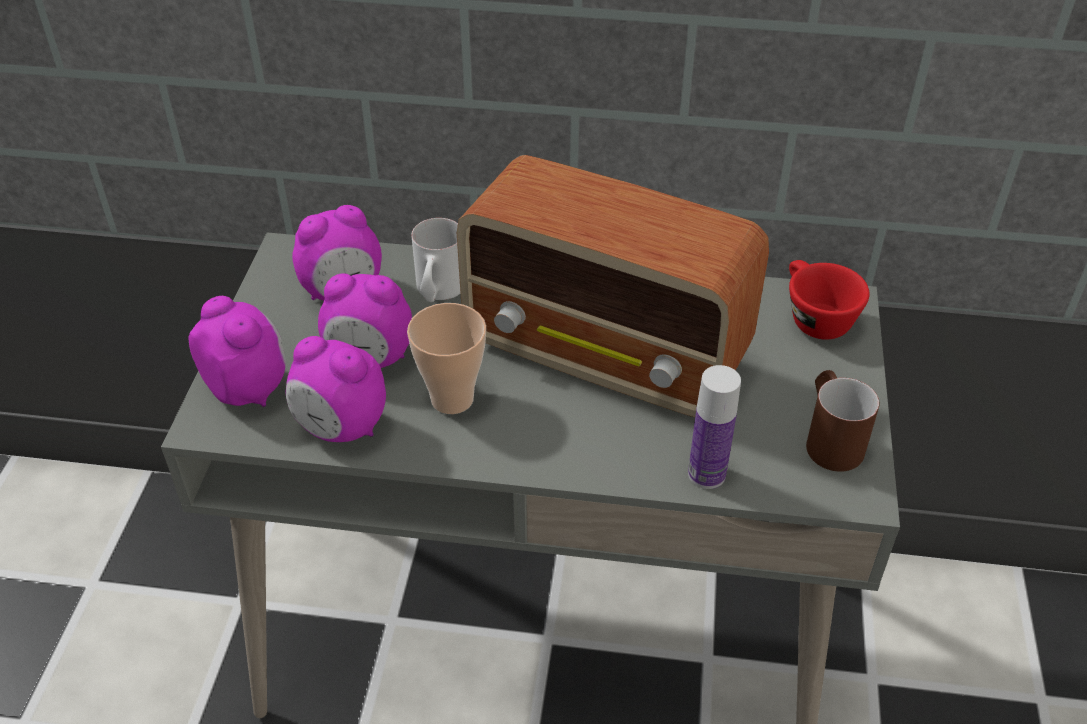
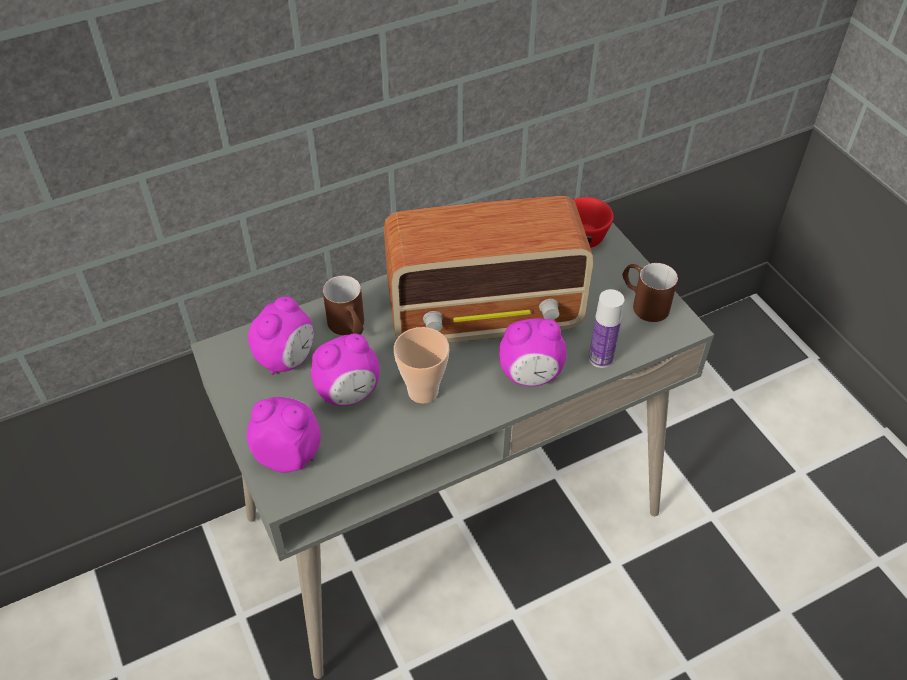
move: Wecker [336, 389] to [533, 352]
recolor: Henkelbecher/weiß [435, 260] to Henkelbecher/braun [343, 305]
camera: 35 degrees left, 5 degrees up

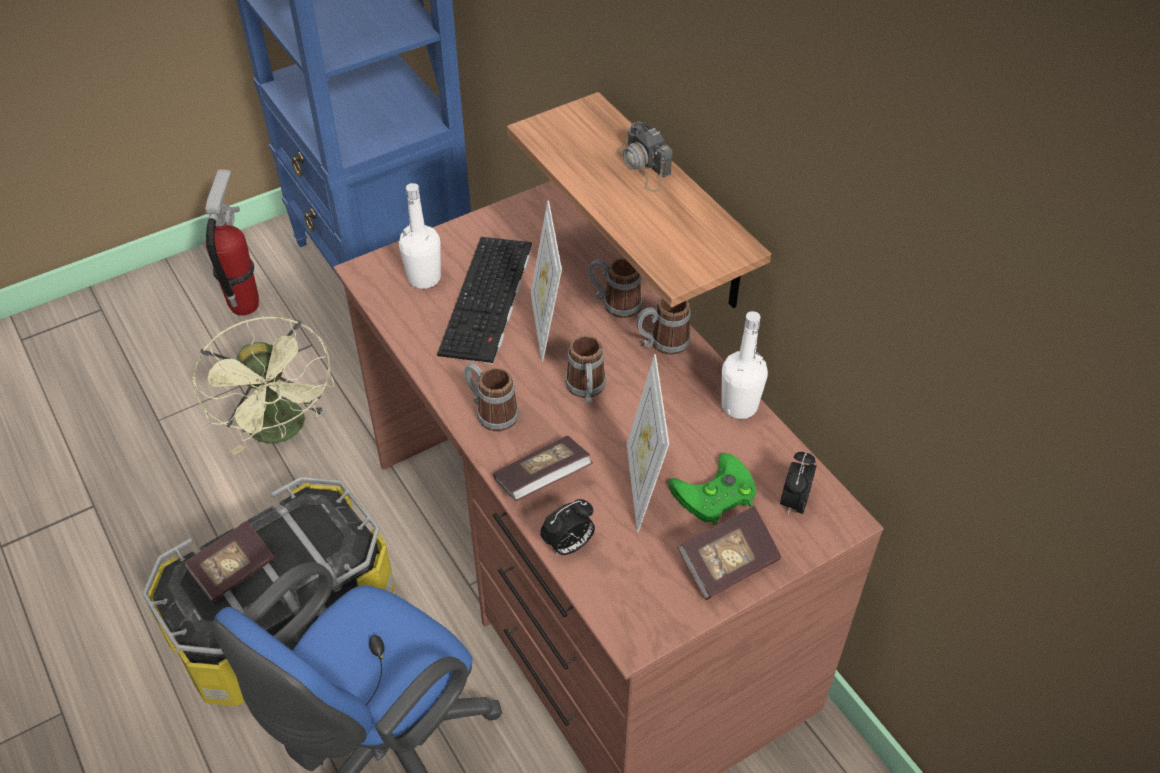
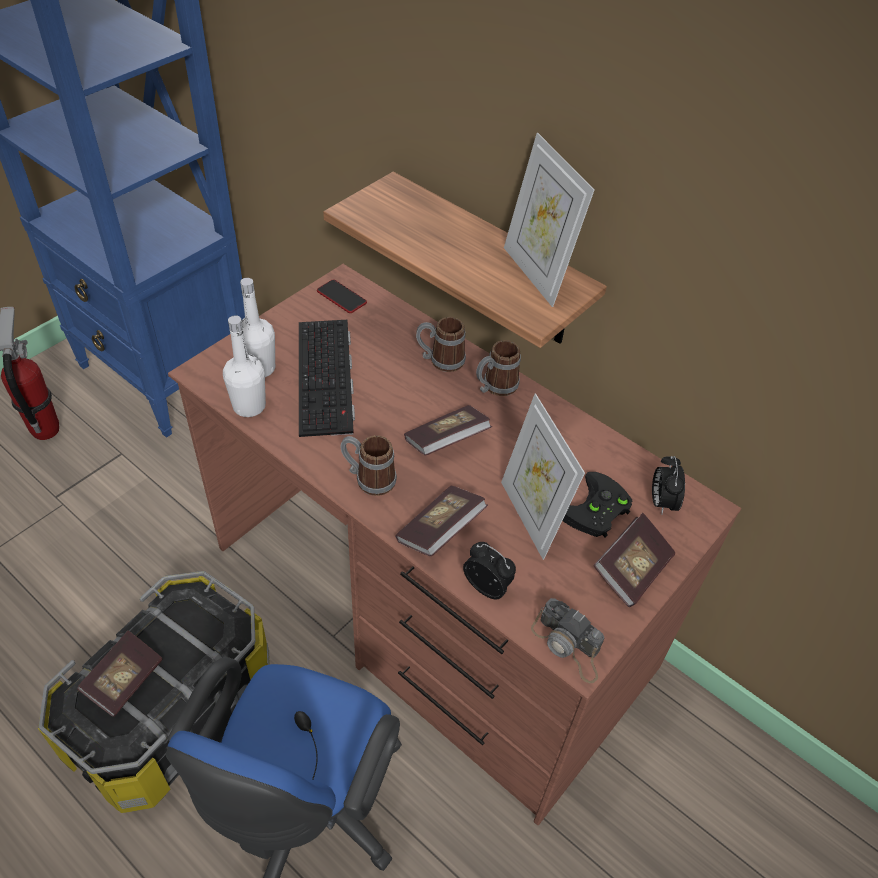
delete: Ventilator/grün [263, 386]
insert: Handy [342, 296]
move: Flasche/weiß [744, 365] to [244, 366]; Bilderrahmen [546, 281] to [549, 220]; Kamera [644, 156] to [568, 640]
replace: Henkelbecher [585, 369] to Buch [448, 430]
recolor: Gamepad/grün [712, 489] to Gamepad/schwarz [597, 505]
rotate: Wecker [567, 527] = [489, 570] 90 degrees counterclockwise
camera: 20 degrees left, 0 degrees up

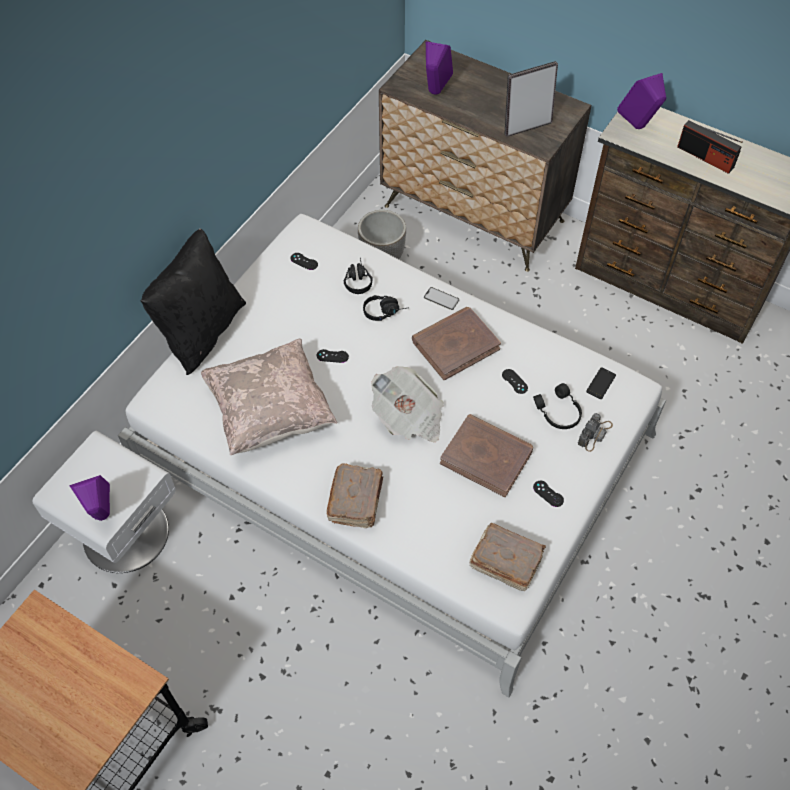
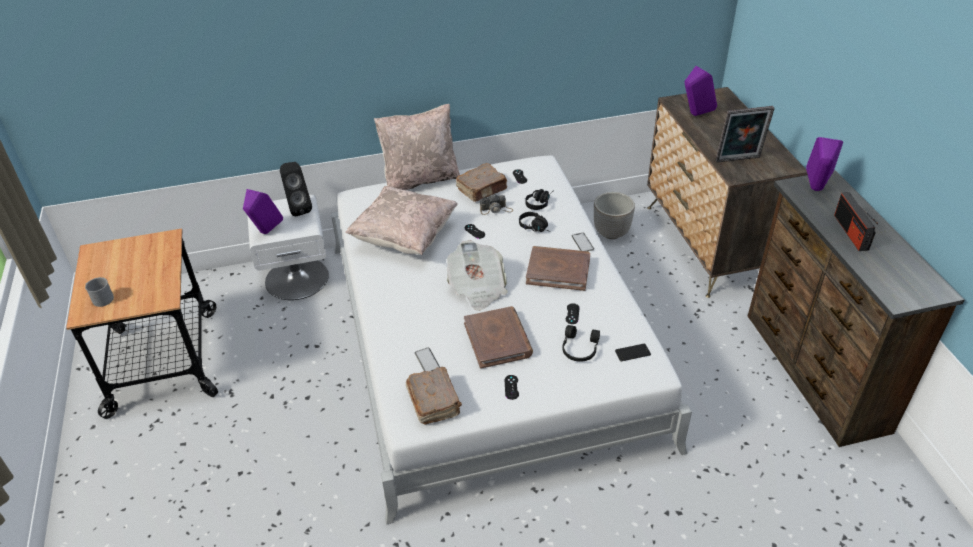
insert: Henkelbecher/grau [99, 292]; Lautsprecher/schwarz [296, 189]; Handy [427, 359]
move: Buch/braun [354, 495] to [481, 182]; Kamera [595, 432] to [496, 204]
recolor: Kissen/schwarz [193, 301] to Kissen/beige [417, 147]
rotate: Bilderrahmen [531, 99] = [745, 134] 150 degrees clockwise
camera: 45 degrees right, 15 degrees down

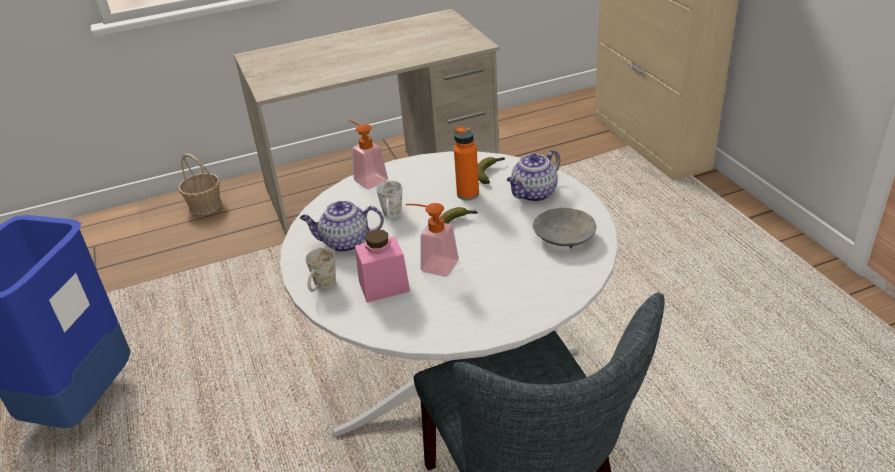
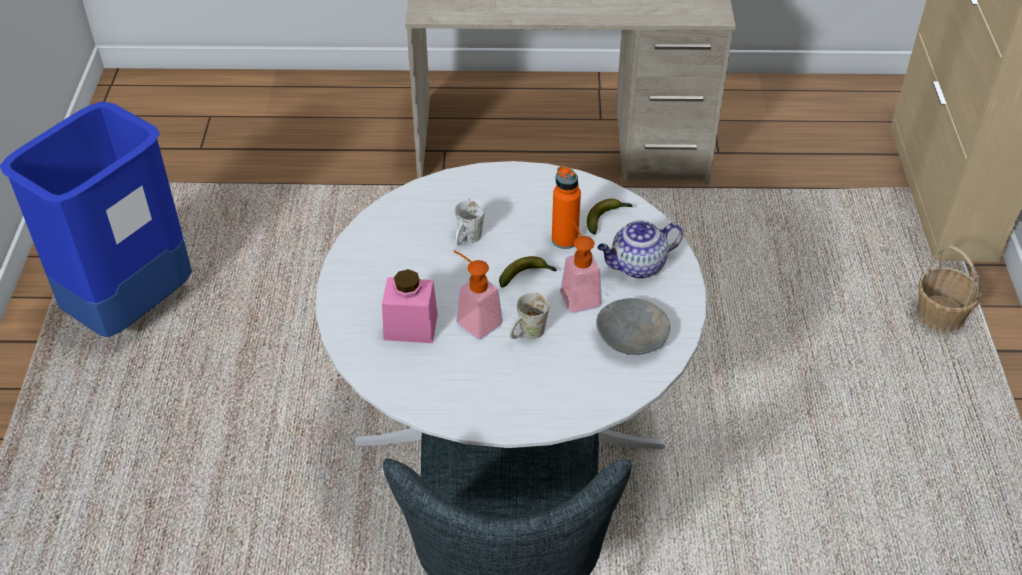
delete: Teekanne [342, 226]
move: Henkelbecher/weiß [321, 270] to [530, 315]; Seifenspender [368, 154] to [581, 267]; Korb [200, 184] to [948, 288]
camera: 20 degrees right, 10 degrees up

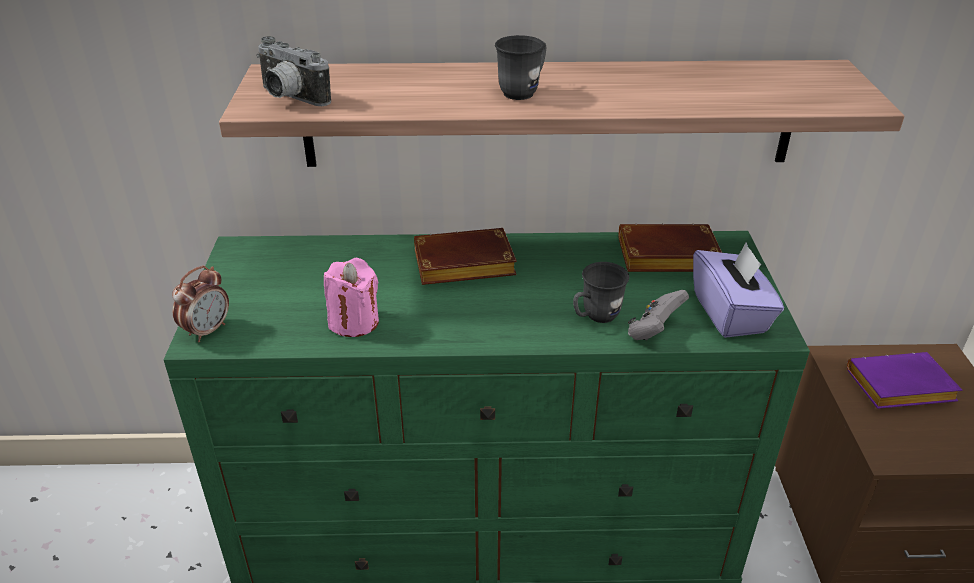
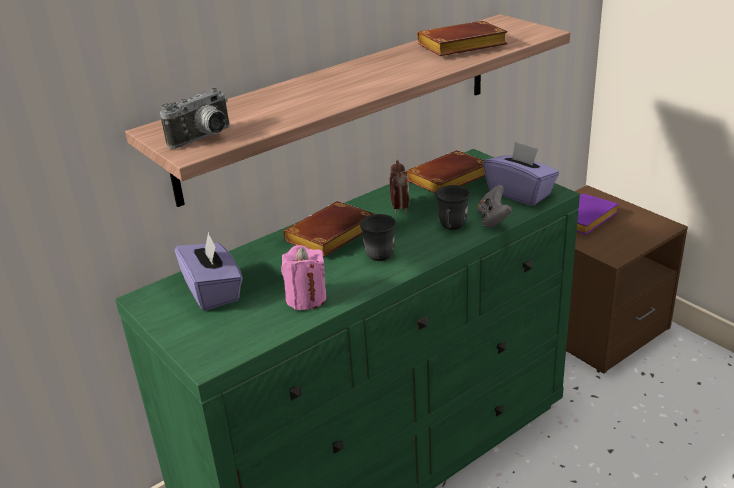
insert: Taschentuchbox/lila [209, 271]; Buch/braun [462, 38]
move: Henkelbecher/grau [520, 67] to [378, 237]; Wecker [200, 304] to [399, 186]
rotate: Kamera [294, 71] = [195, 118] 45 degrees counterclockwise
camera: 35 degrees left, 5 degrees down

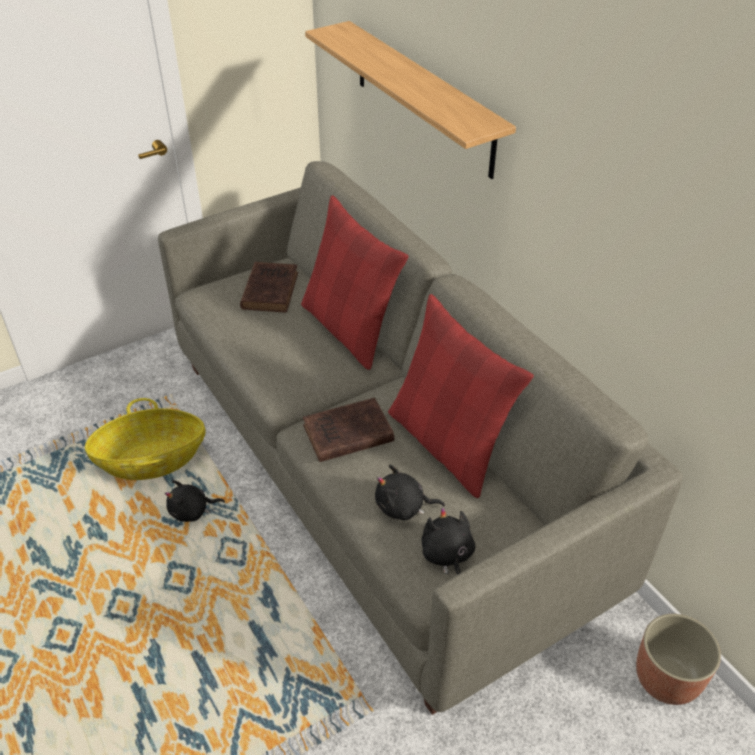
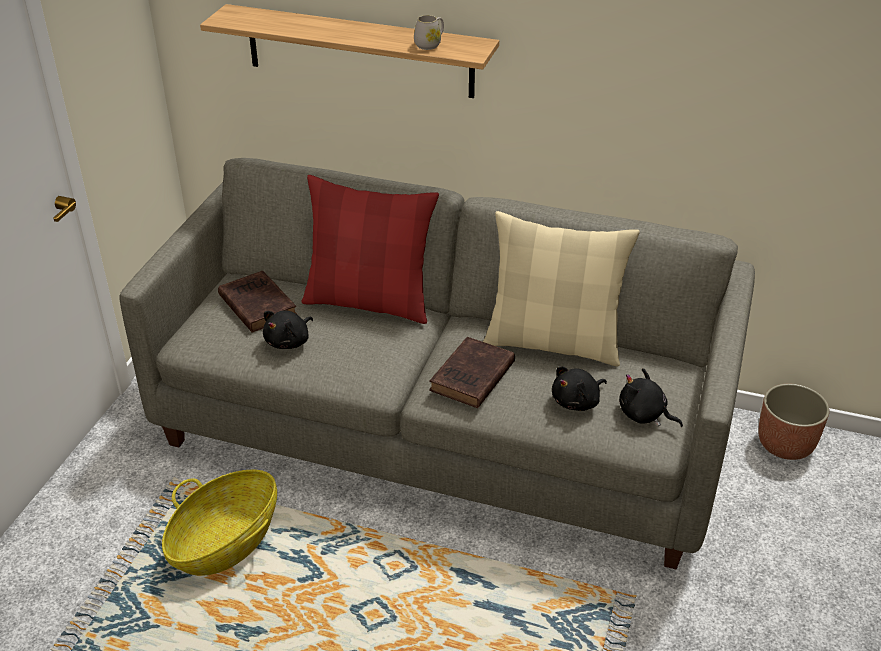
insert: Henkelbecher/weiß [429, 32]
move: Plüschtier/schwarz [195, 501] to [288, 329]
recolor: Kissen/rot [461, 396] to Kissen/beige [561, 288]
camera: 40 degrees left, 5 degrees down

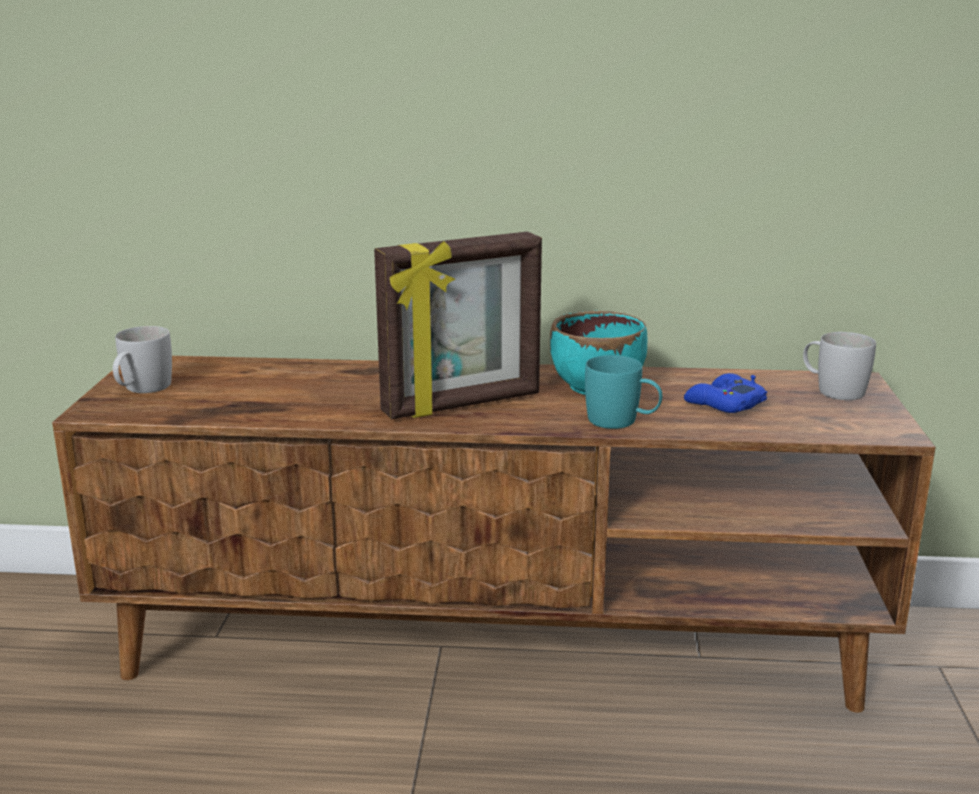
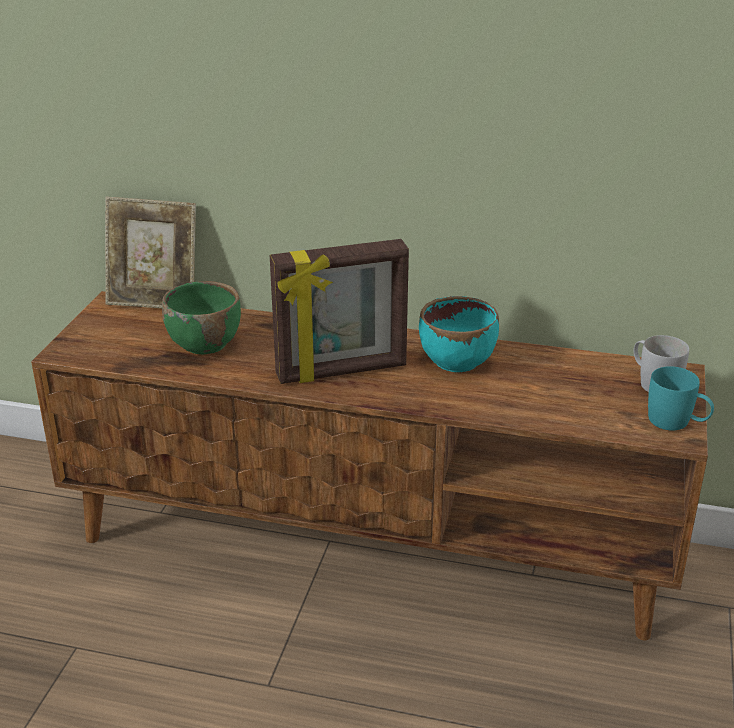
delete: Henkelbecher/weiß [142, 359]; Gamepad/blau [725, 393]
insert: Bilderrahmen [150, 252]; Schüssel/grün [201, 317]
move: Henkelbecher/türkis [624, 392] to [681, 398]
camera: 10 degrees right, 10 degrees up

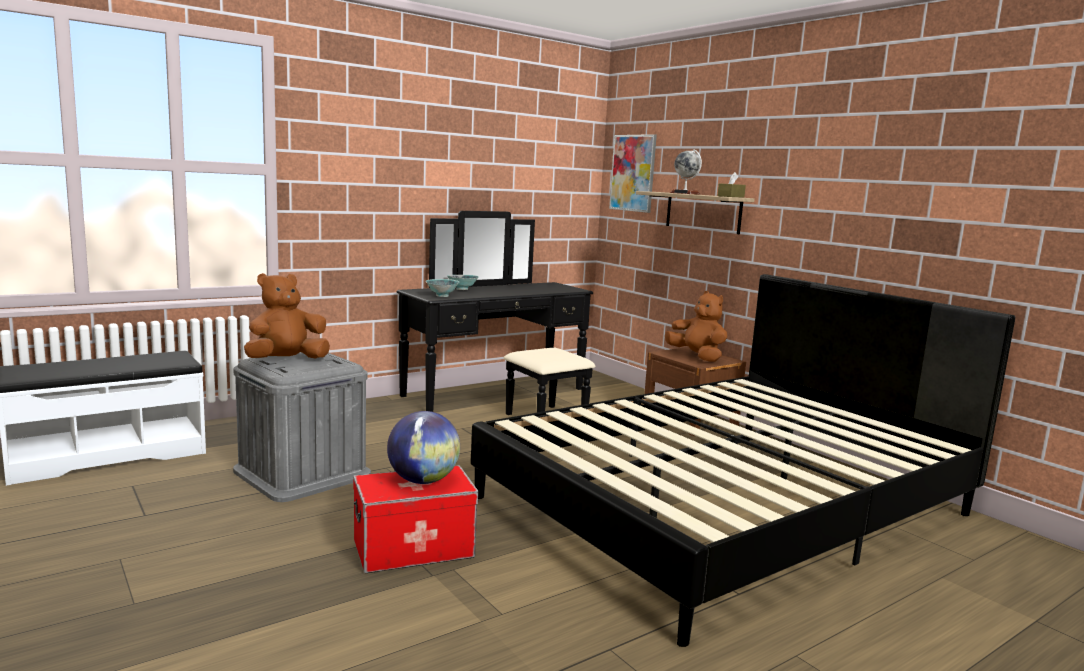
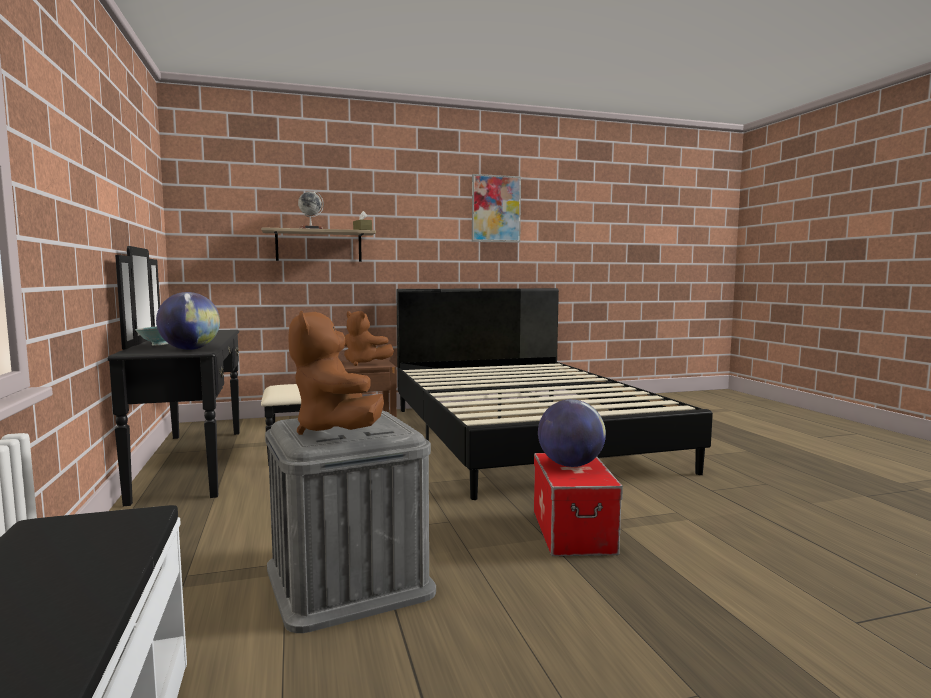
move: Bild [633, 173] to [496, 208]
replace: Schüssel [442, 288] to Globus [188, 321]
rotate: Plüschtier/braun [696, 326] = [369, 338] 135 degrees counterclockwise
camera: 70 degrees left, 5 degrees down

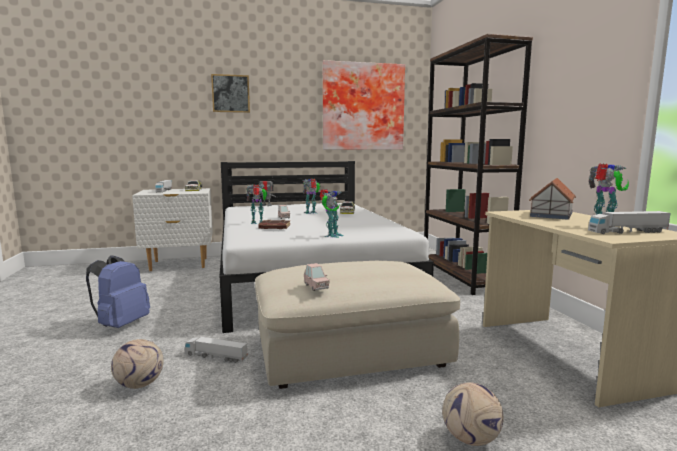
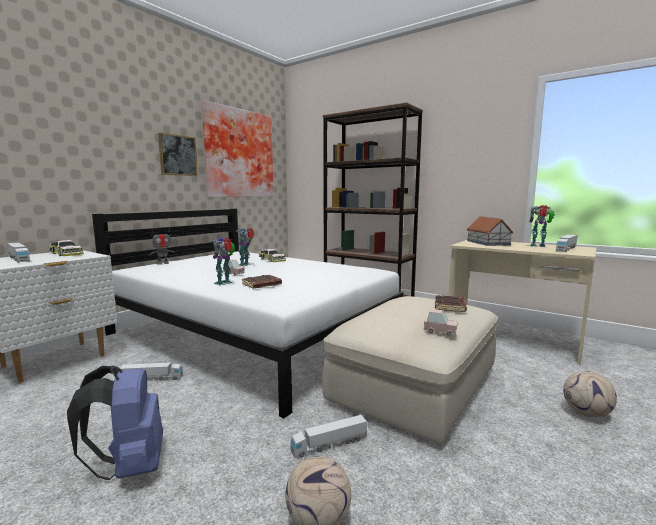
delete: Spielzeugroboter [332, 213]
insert: Spielzeuglaster [151, 371]; Buch/braun [451, 303]
move: Bild [230, 93] to [178, 154]
camera: 40 degrees left, 0 degrees up

